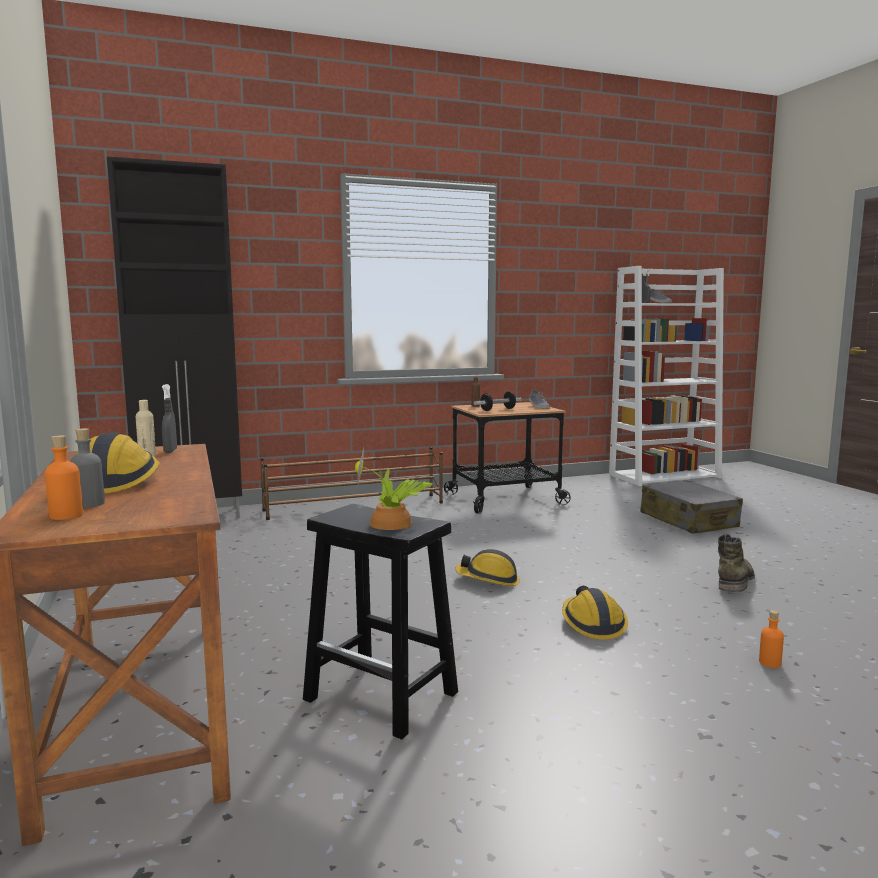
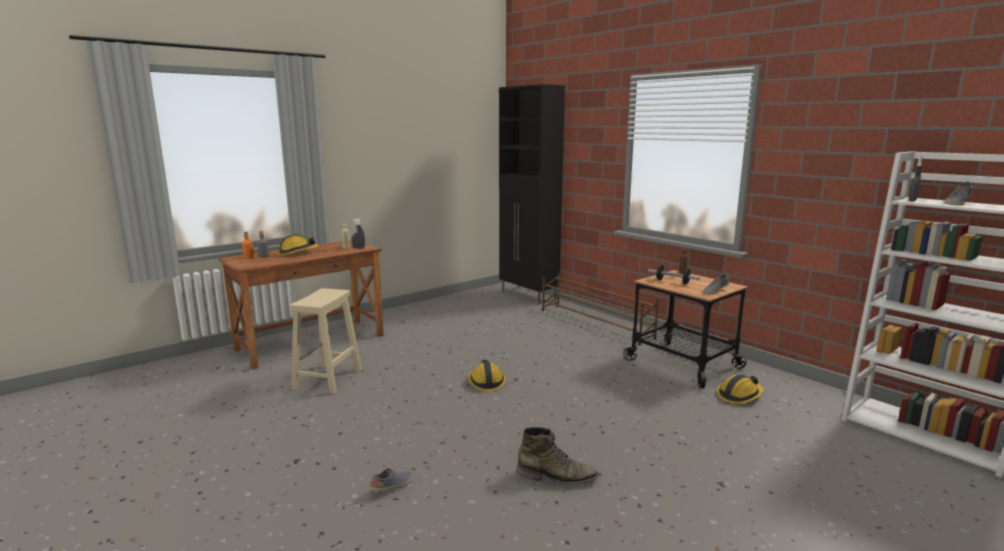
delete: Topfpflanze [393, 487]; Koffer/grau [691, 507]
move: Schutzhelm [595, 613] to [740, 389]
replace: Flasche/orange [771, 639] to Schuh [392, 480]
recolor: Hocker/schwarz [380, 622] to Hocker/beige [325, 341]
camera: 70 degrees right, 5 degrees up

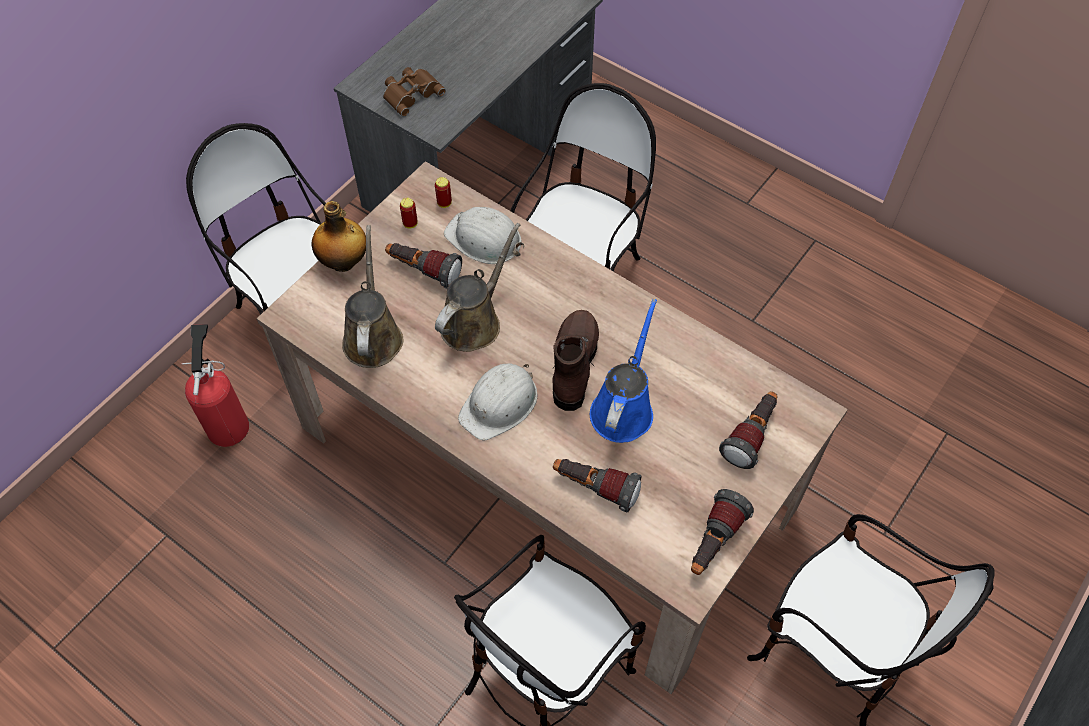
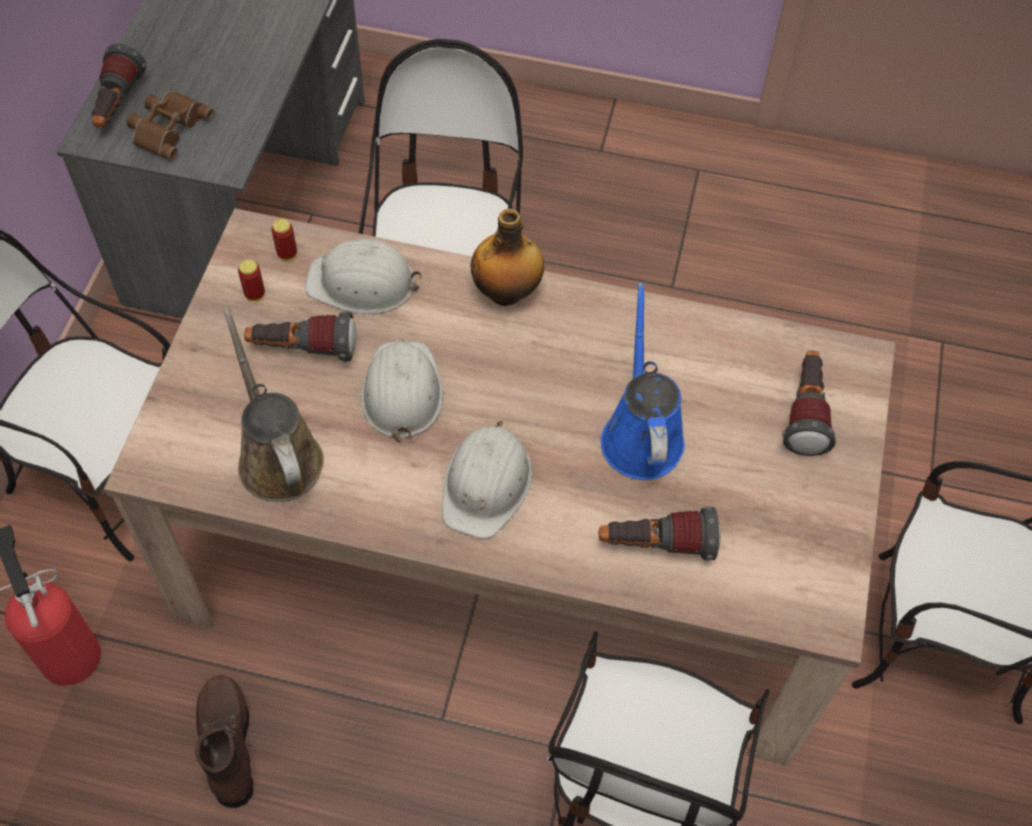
move: Taschenlampe [722, 532] to [119, 86]; Stiefel/braun [575, 360] to [224, 741]; Flasche [339, 236] to [507, 257]
replace: Gießkanne/braun [477, 287] to Schutzhelm/weiß [402, 391]
camera: 25 degrees left, 0 degrees up

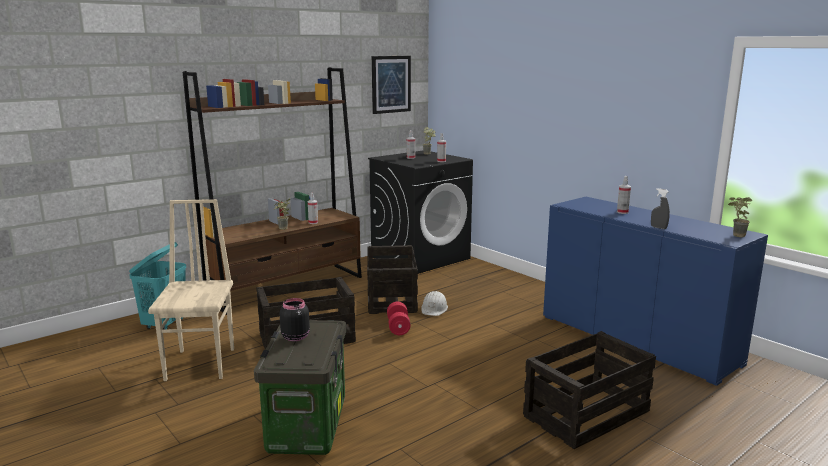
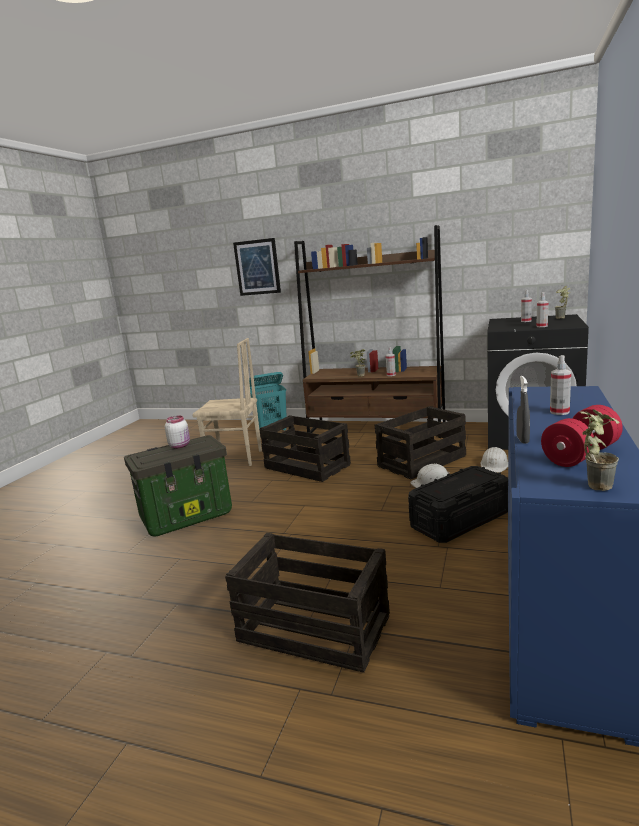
insert: Aufbewahrungsbox/schwarz [458, 504]; Schutzhelm/weiß [494, 460]
move: Bild [391, 85] to [257, 267]; Hantel/rot [399, 318] to [582, 436]
recolor: Vorratsglas/schwarz [295, 319] to Vorratsglas/weiß [177, 431]
rotate: Stuhl/beige [191, 290] = [227, 402] 45 degrees clockwise
camera: 60 degrees right, 0 degrees up

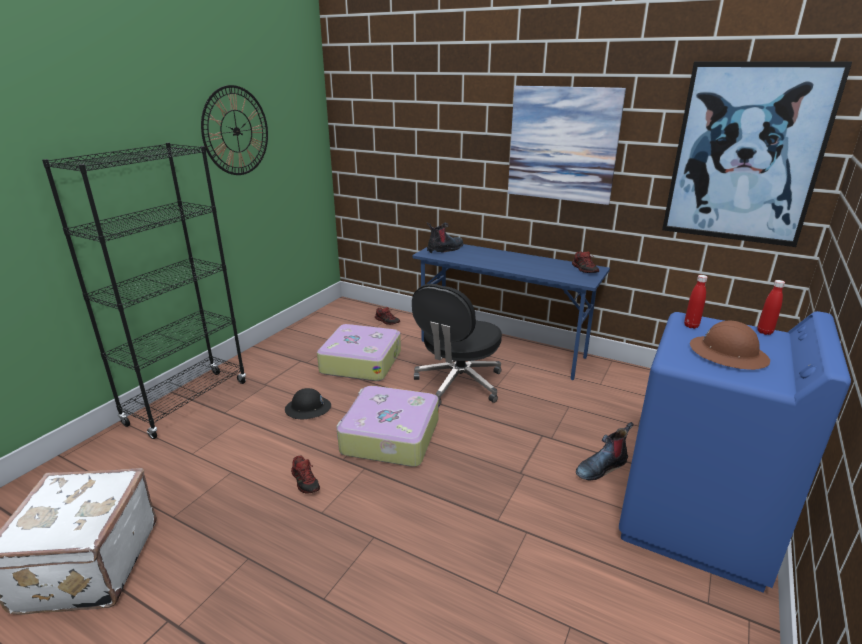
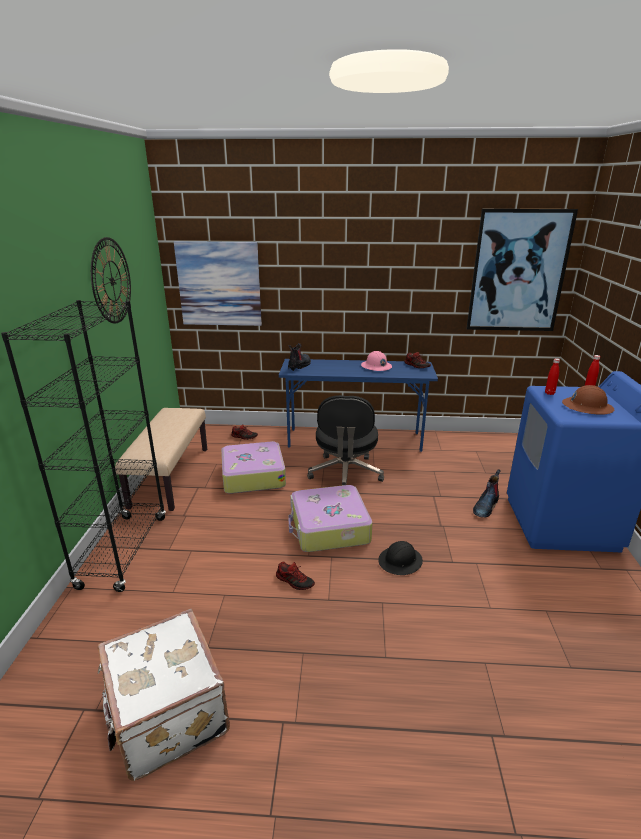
insert: Bank/beige [161, 459]; Schutzhelm/rosa [376, 361]
move: Bild [567, 145] to [218, 283]; Schutzhelm/schwarz [308, 403] to [400, 558]
camera: 25 degrees left, 0 degrees up

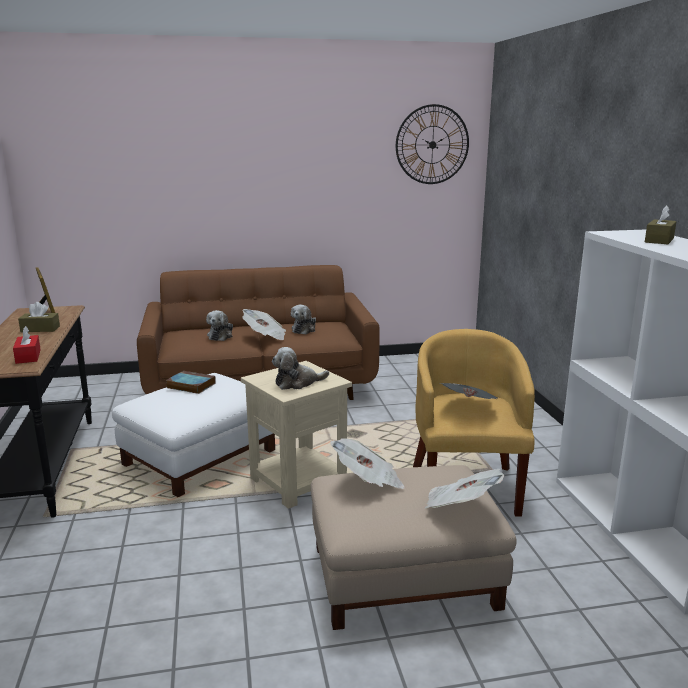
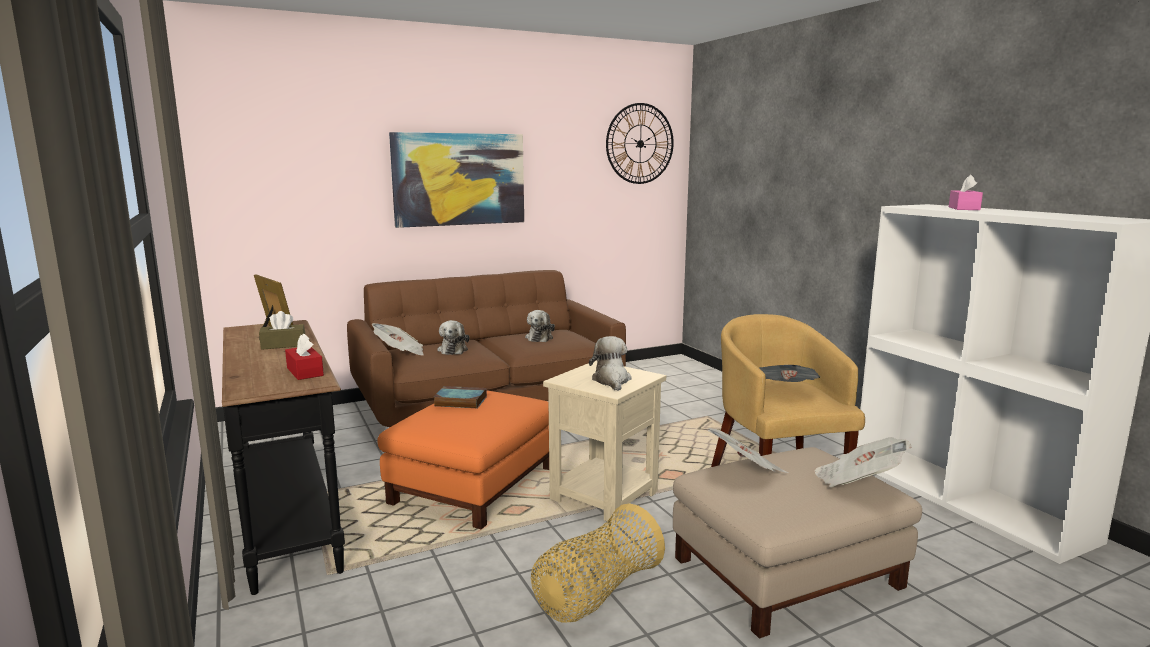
insert: Bild [456, 180]; Korb [598, 562]
move: Zeitung [264, 324] to [398, 339]
recolor: Polsterhocker/weiß [193, 435] to Polsterhocker/orange [463, 460]; Taschentuchbox/braun [661, 224] to Taschentuchbox/rosa [966, 192]
rotate: Plüschtier [300, 368] = [610, 363] 120 degrees clockwise
camera: 15 degrees left, 5 degrees down

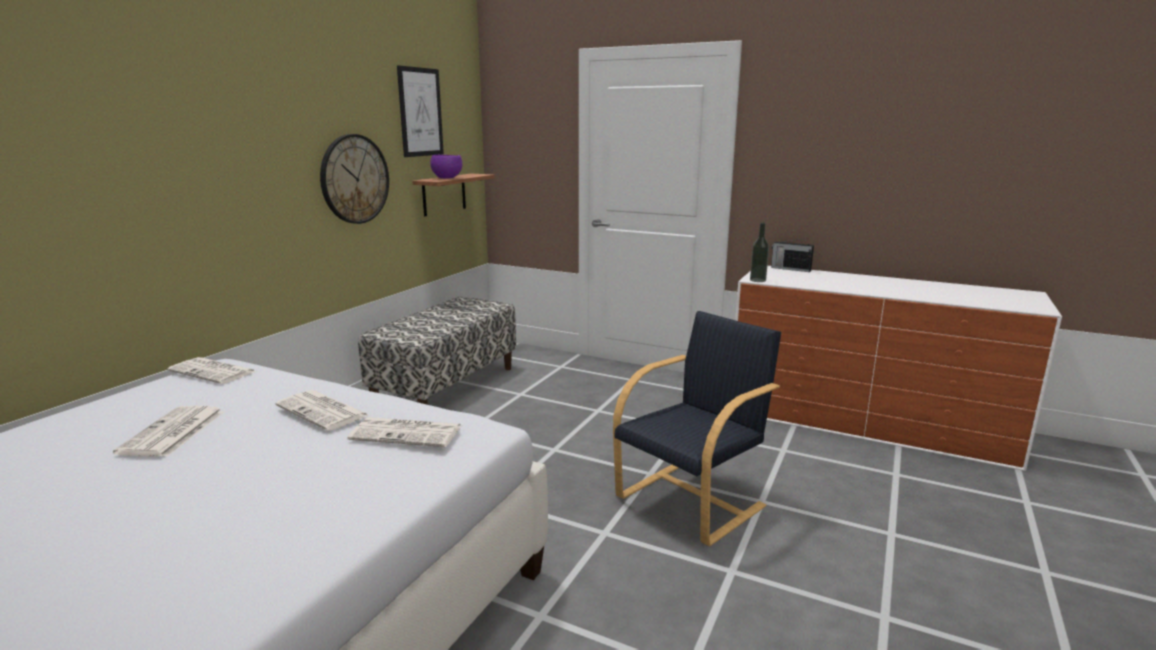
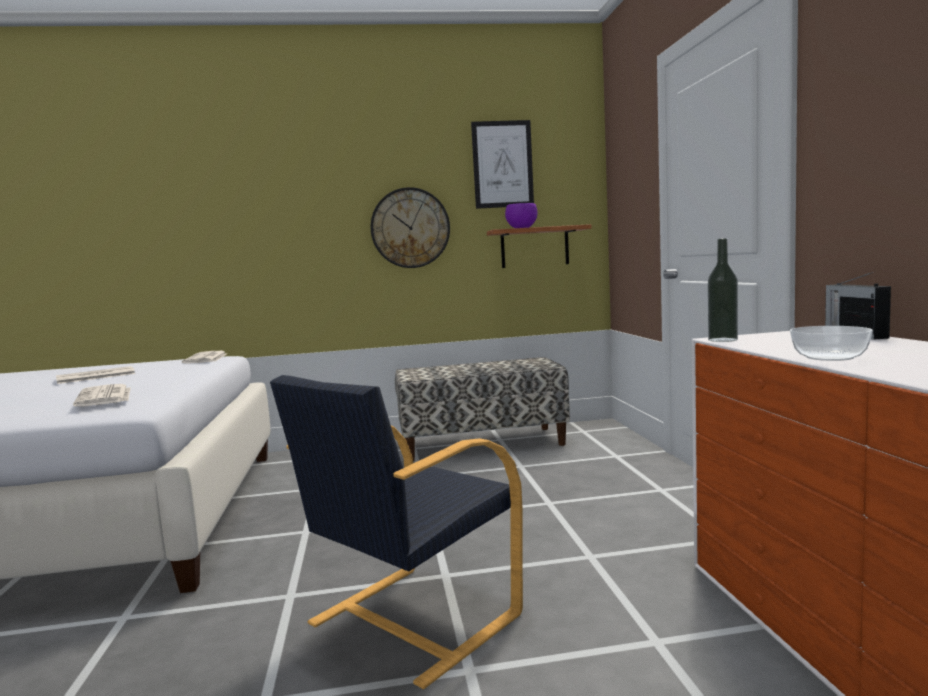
delete: Zeitung [322, 410]
insert: Schüssel [831, 343]
rotate: Sessel/schwarz [697, 429] = [396, 532] 120 degrees clockwise
camera: 55 degrees right, 10 degrees down

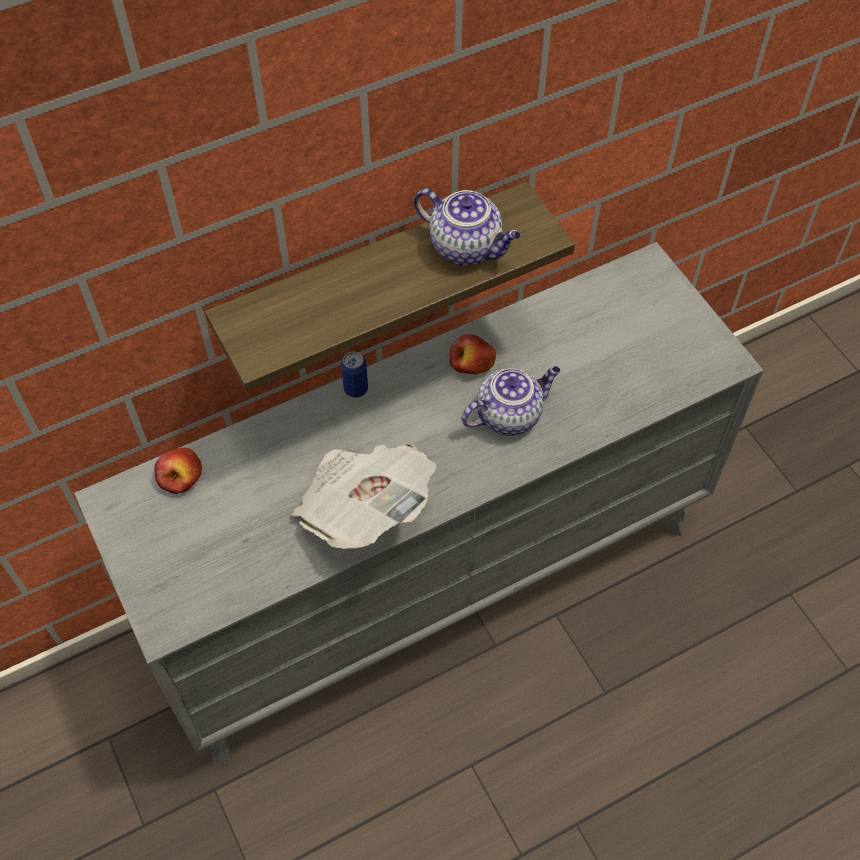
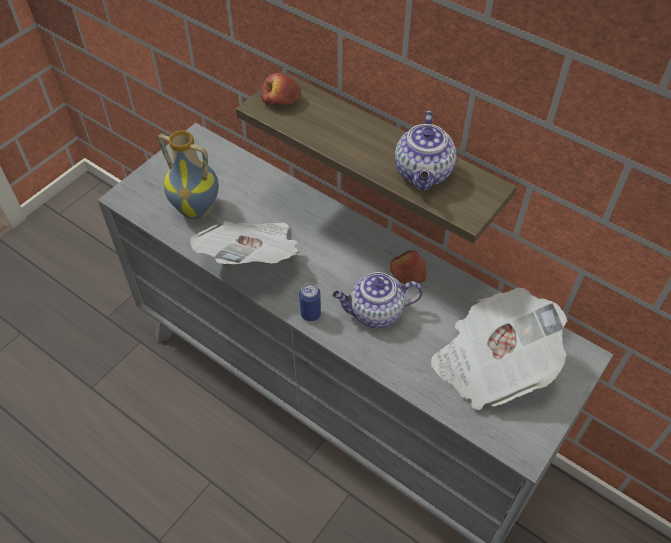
insert: Vase [188, 174]; Zeitung [499, 349]
move: Apfel [178, 471] to [281, 89]; Dose [354, 374] to [310, 302]
rotate: Teekanne [510, 401] = [377, 300] 135 degrees clockwise
camera: 65 degrees right, 5 degrees down

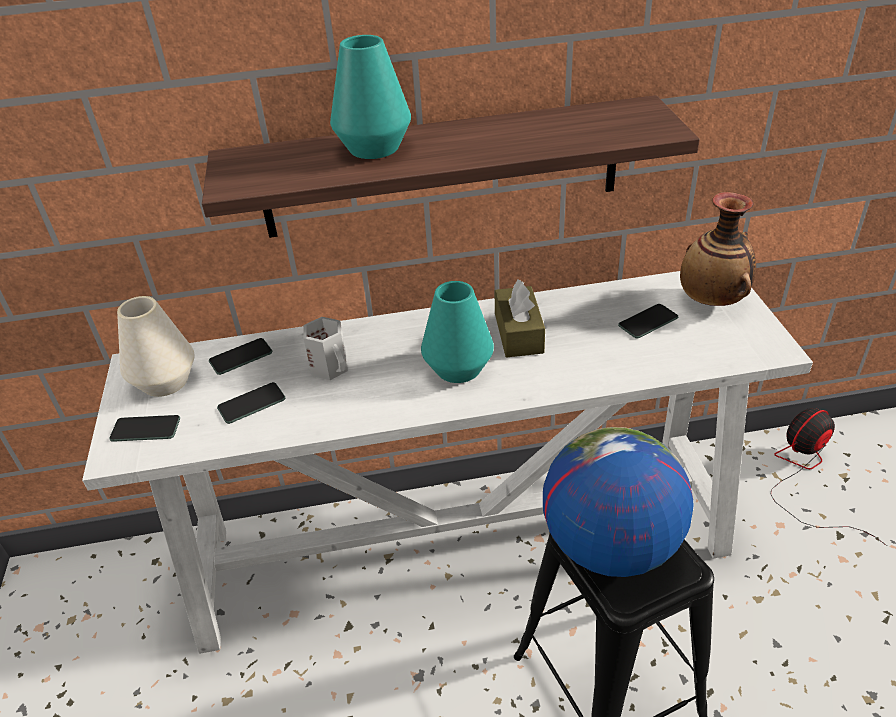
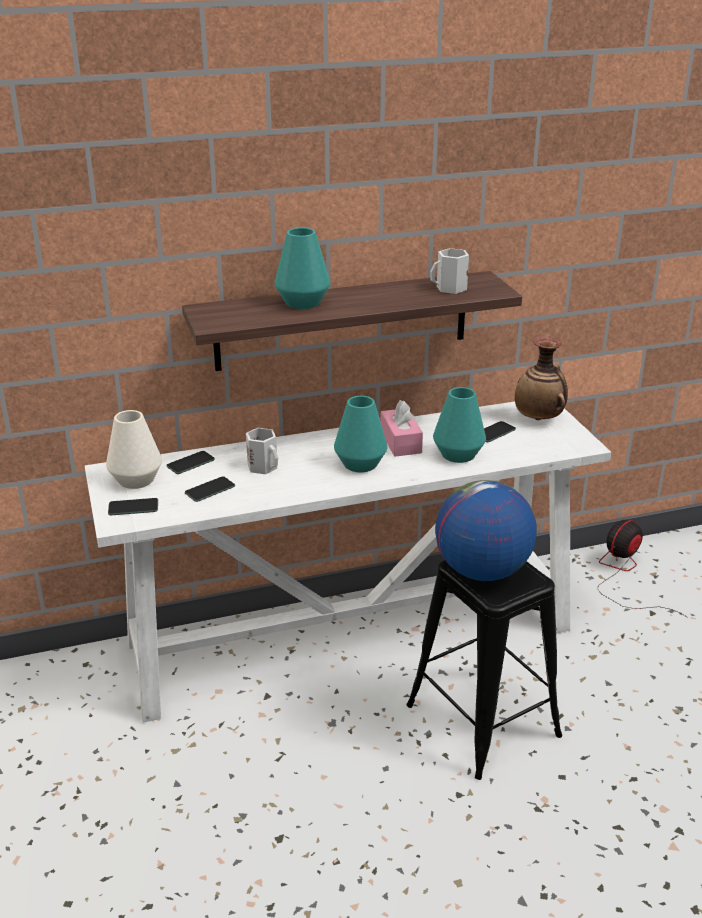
insert: Henkelbecher/weiß [449, 271]; Vase/türkis [459, 425]
recolor: Taschentuchbox/braun [519, 319] to Taschentuchbox/rosa [401, 428]
camera: 10 degrees left, 10 degrees down

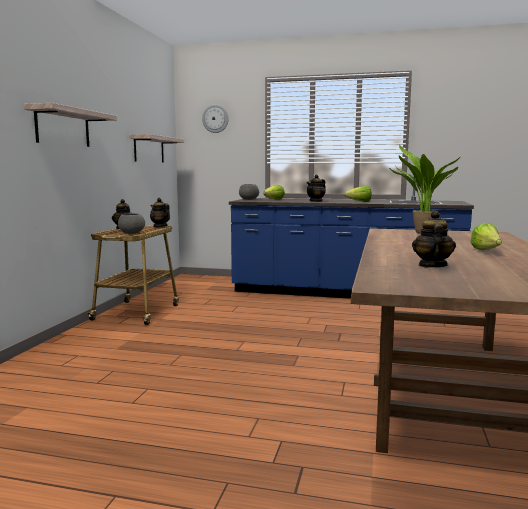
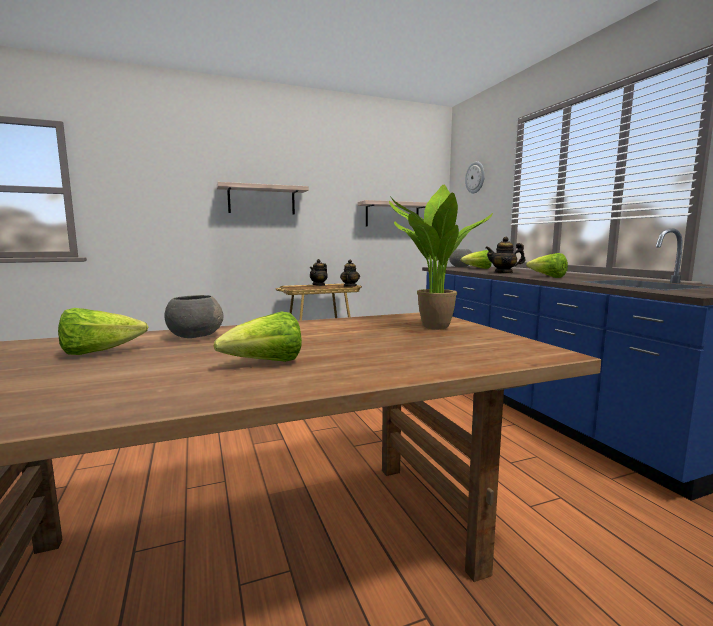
move: Schüssel/grau [131, 223] to [193, 316]
replace: Teekanne [434, 239] to Salatkopf [103, 331]
camera: 55 degrees right, 0 degrees up

